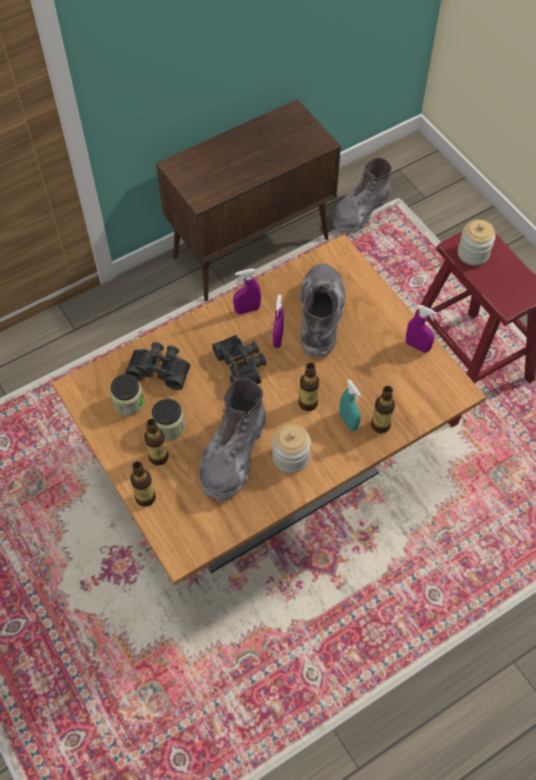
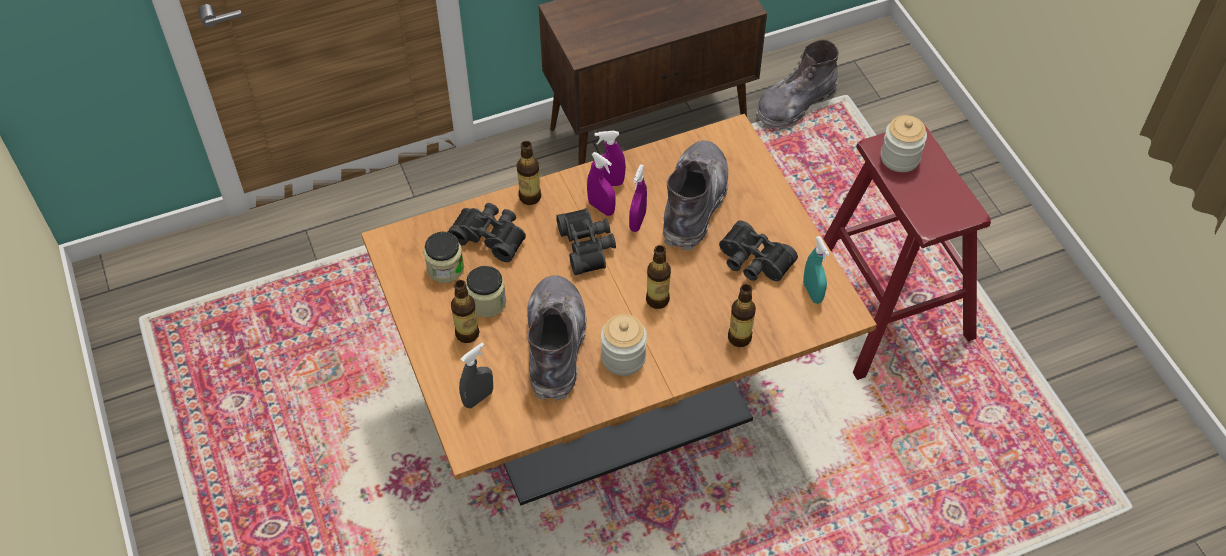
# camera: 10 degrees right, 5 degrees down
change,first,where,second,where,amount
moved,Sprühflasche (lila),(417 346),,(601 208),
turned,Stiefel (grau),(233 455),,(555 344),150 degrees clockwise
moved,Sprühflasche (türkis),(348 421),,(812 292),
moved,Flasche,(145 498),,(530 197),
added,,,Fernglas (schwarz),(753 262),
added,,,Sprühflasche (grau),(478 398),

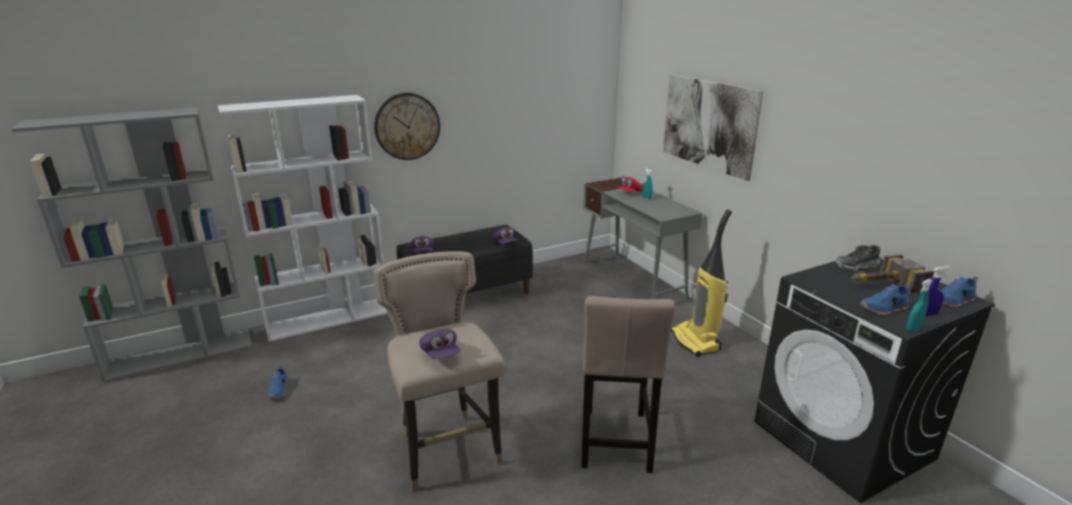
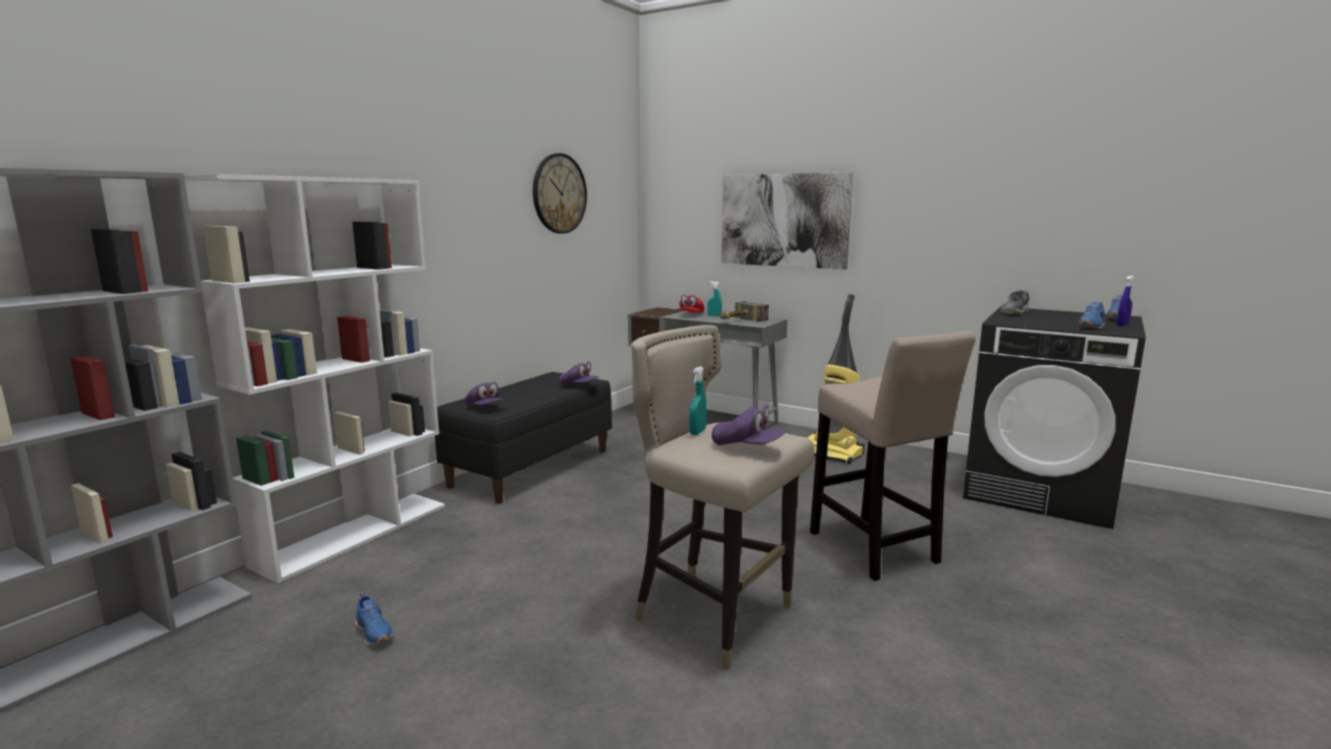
# camera: 30 degrees left, 10 degrees down
change,first,where,second,where,amount
moved,Wanduhr,(407 126),,(559 193),
moved,Hammer,(880 284),,(738 321),
moved,Sprühflasche (türkis),(913 329),,(697 432),

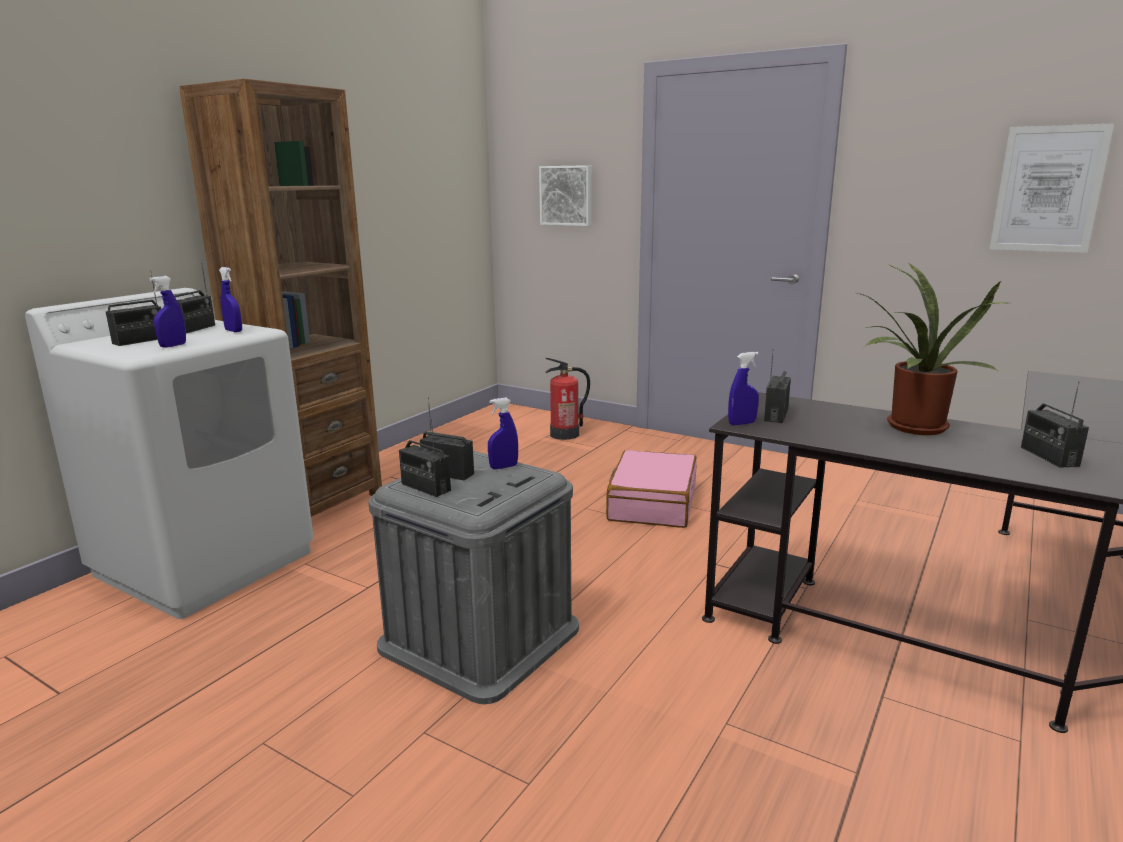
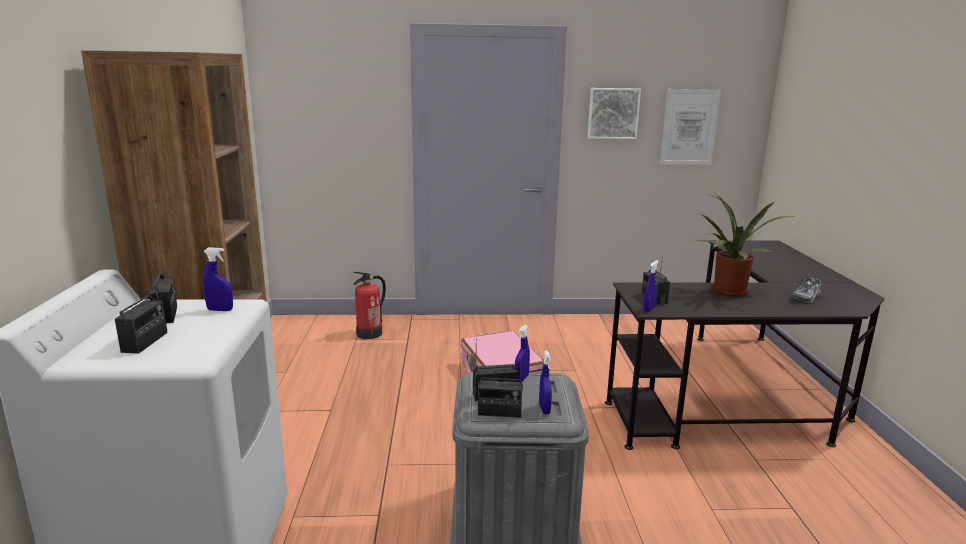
# camera: 35 degrees left, 0 degrees up
change,first,where,second,where,amount
moved,Bild,(567 195),,(613 113),
moved,Sprühflasche (blau),(173 345),,(544 409),
replaced,Radio,(1049 456),Schuh,(806 297),

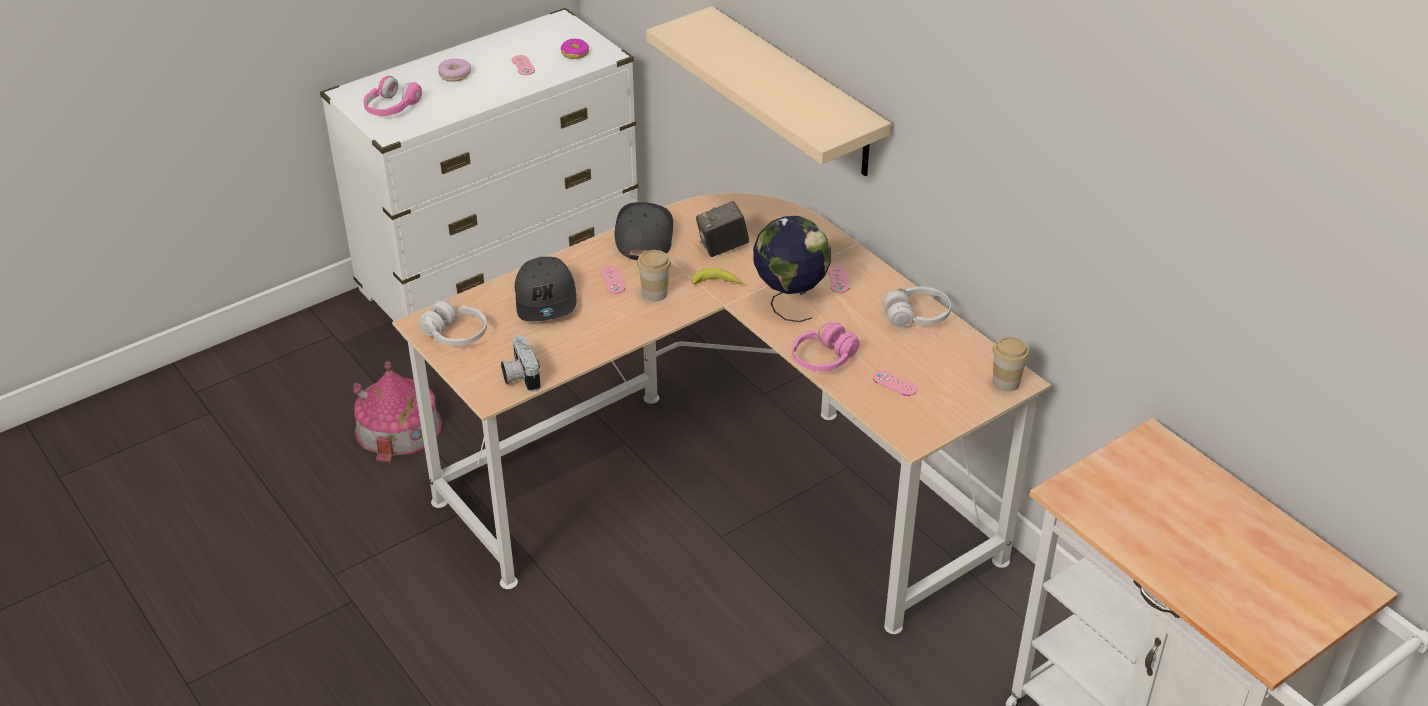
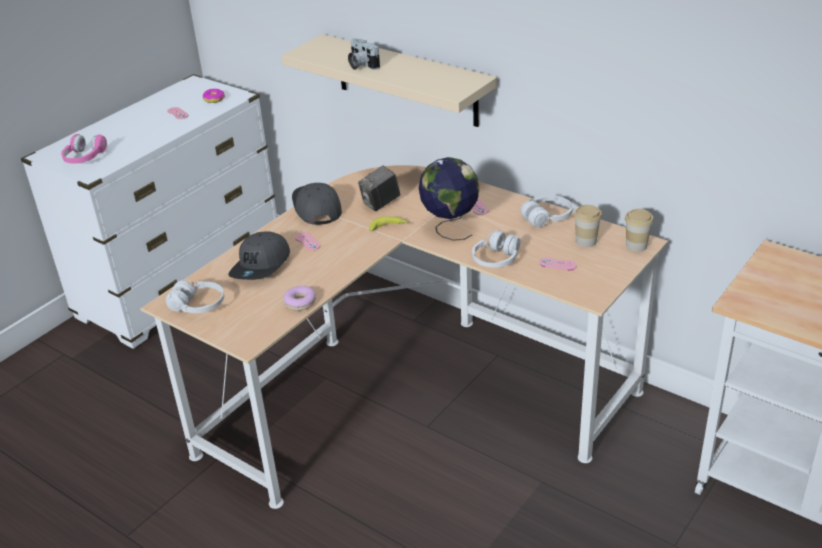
# camera: 15 degrees left, 5 degrees down
change,first,where,second,where,amount
moved,Donut,(455 74),,(300 302),
moved,Tasse,(655 293),,(586 241),
turned,Kappe (grau),(546 300),,(261 266),45 degrees clockwise
recoloured,Kopfhörer (rosa),(824 358),Kopfhörer (weiß),(496 259),
moved,Kamera,(520 376),,(361 65),
removed,Spielzeughaus,(398 427),,,

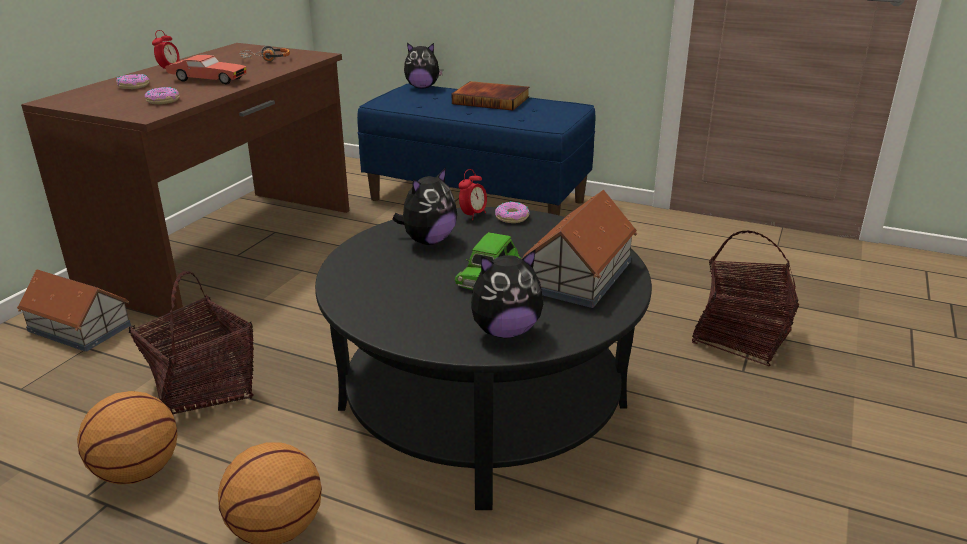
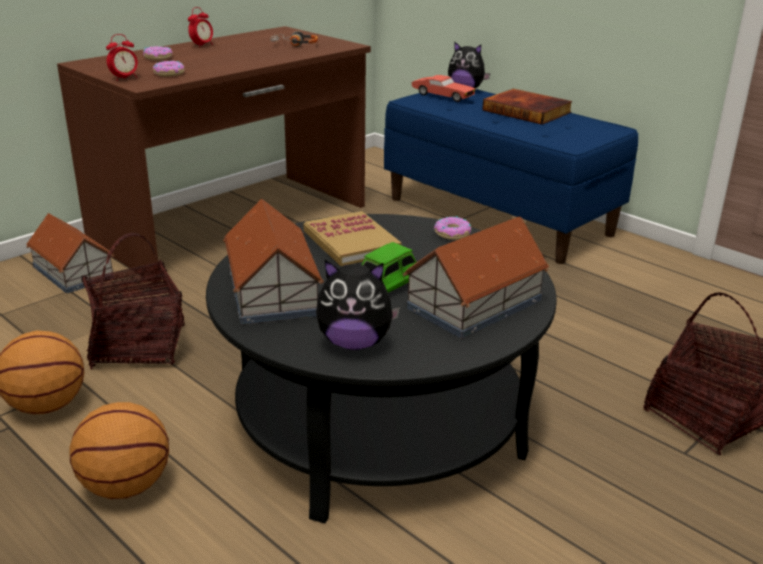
# camera: 20 degrees right, 0 degrees up
change,first,where,second,where,amount
moved,Spielzeugauto (rot),(207 80),,(442 96),
replaced,Plüschtier,(428 241),Buch,(351 242),
moved,Wecker,(473 215),,(125 78),
added,,,Spielzeughaus,(272 292),

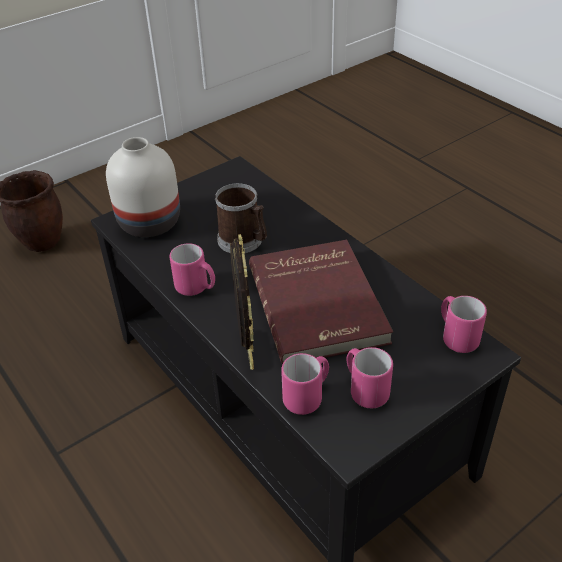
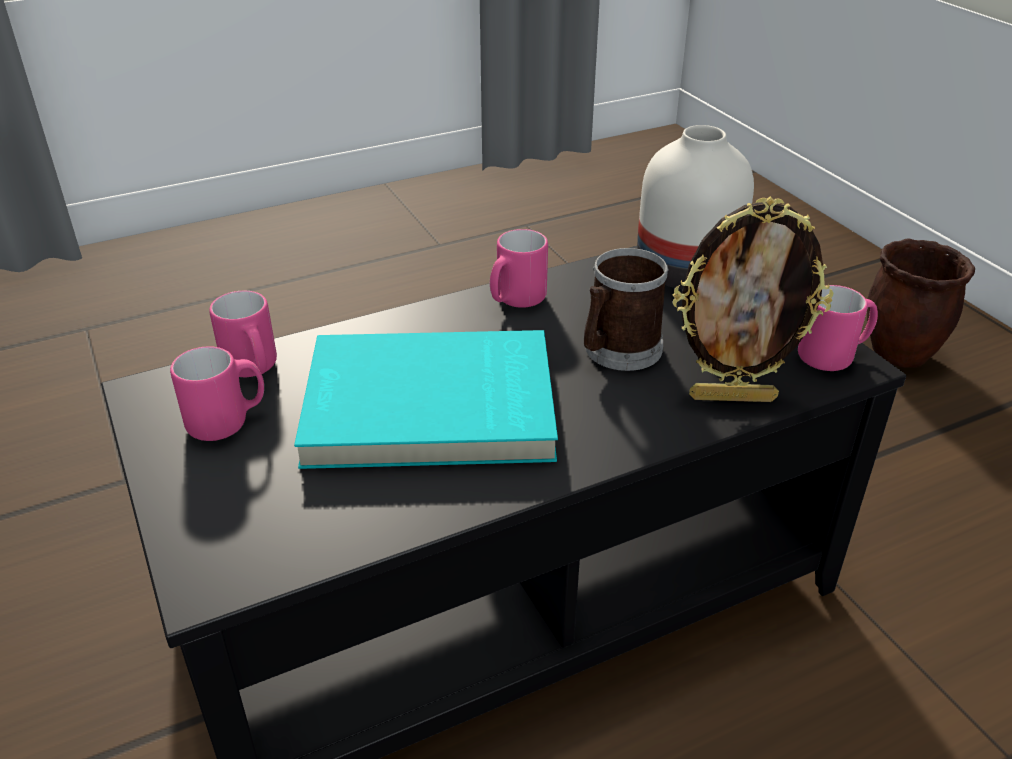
# camera: 100 degrees right, 5 degrees down
change,first,where,second,where,amount
moved,Bilderrahmen,(246 351),,(732 397),
recoloured,Buch (rot),(320 303),Buch (türkis),(430 408),
moved,Henkelbecher (rosa),(456 337),,(833 356),

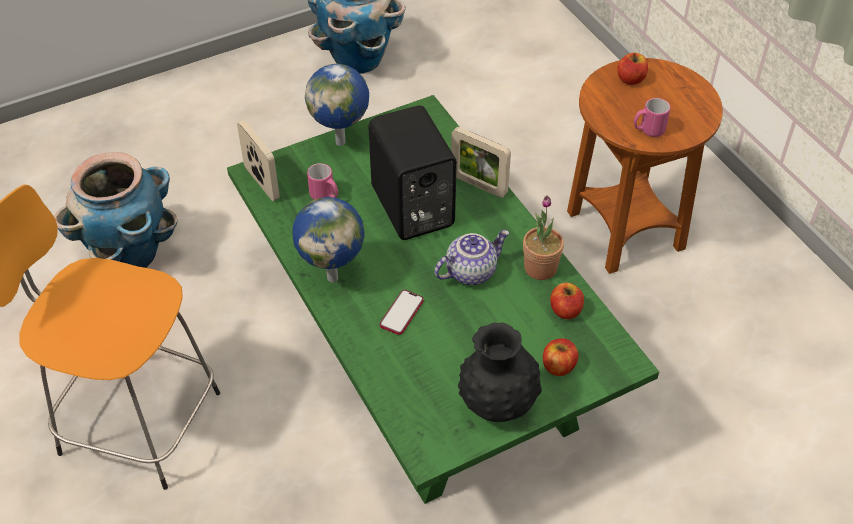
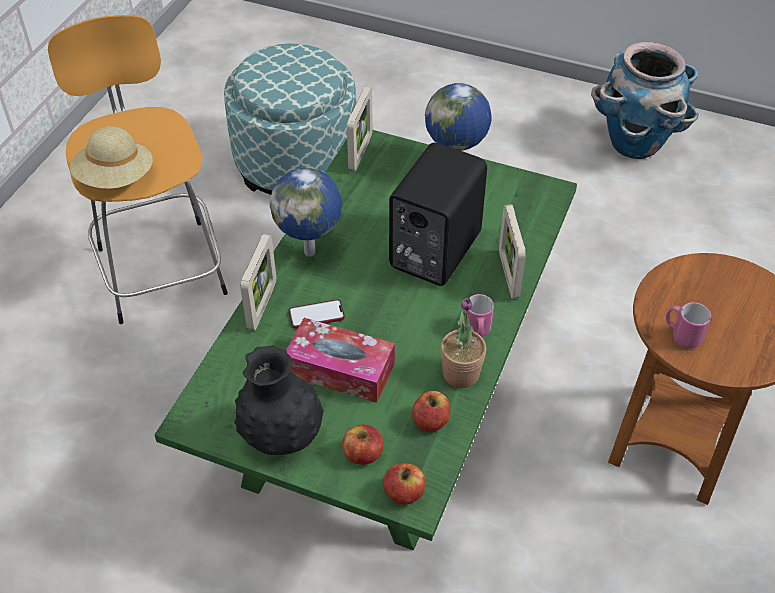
# camera: 50 degrees right, 0 degrees up
change,first,where,second,where,amount
moved,Apfel,(631 79),,(404 493),
replaced,Pflanzkübel,(130 255),Polsterhocker,(296 162),
moved,Henkelbecher (rosa),(325 196),,(477 332),
removed,Teekanne,(470 271),,,
added,,,Hut (beige),(115 178),
added,,,Bilderrahmen,(262 305),
added,,,Taschentuchbox,(340 369),

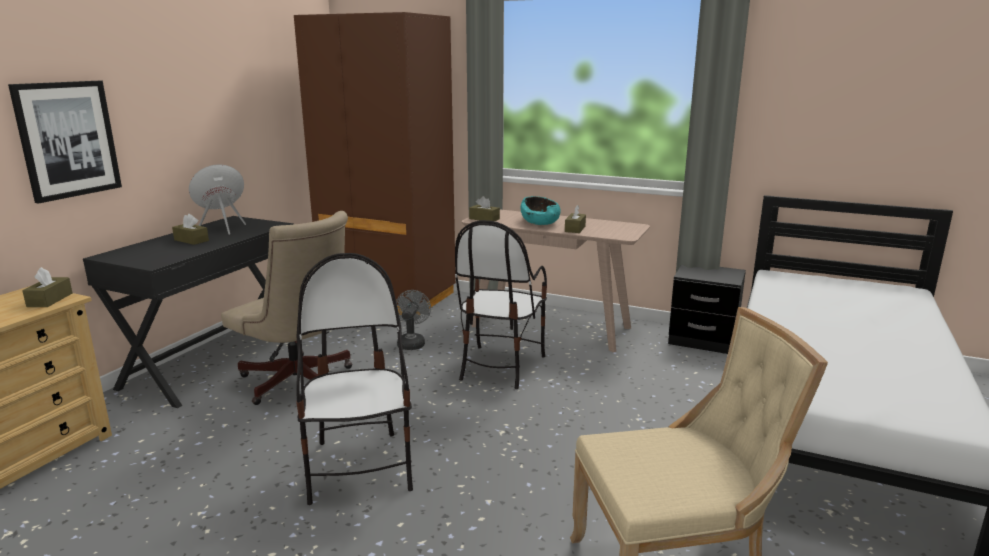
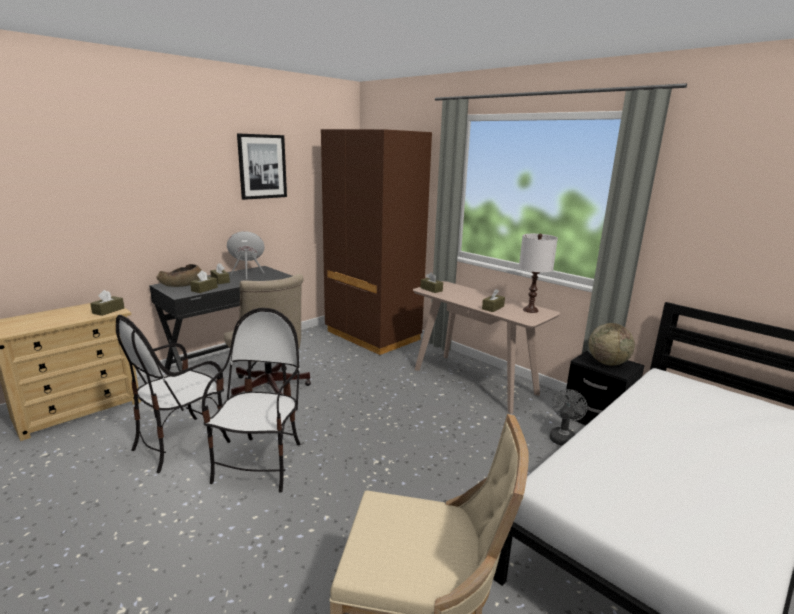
# camera: 20 degrees right, 0 degrees up
change,first,where,second,where,amount
moved,Bild,(67 139),,(262 166),
removed,Schüssel (türkis),(540 222),,,
moved,Stuhl,(500 366),,(181 443),
moved,Ventilator (grau),(412 343),,(563 437),
added,,,Tischlampe (weiß),(530 310),
added,,,Schüssel (braun),(181 285),
added,,,Taschentuchbox (braun),(204 289),
added,,,Globus,(607 363),

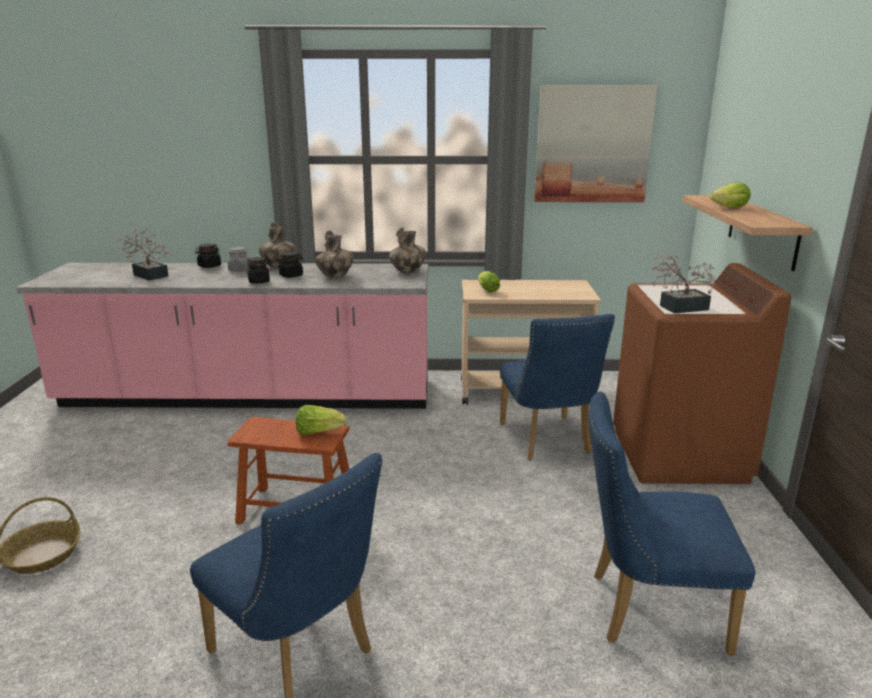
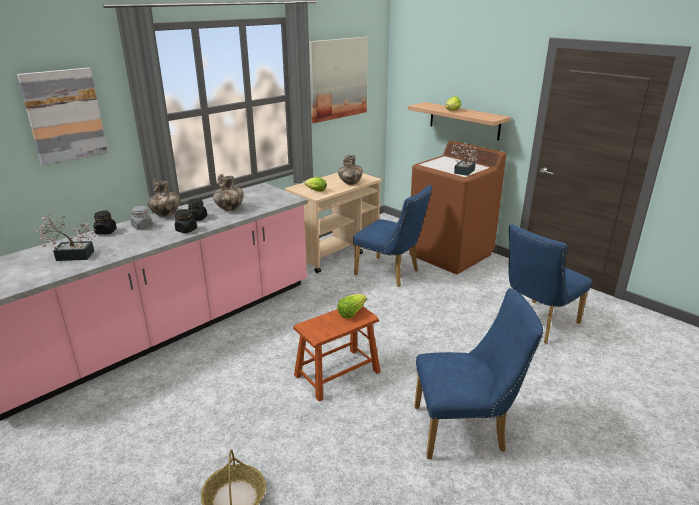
# camera: 45 degrees left, 5 degrees up
change,first,where,second,where,amount
moved,Vase,(408 272),,(350 183),
added,,,Bild,(64 116),

